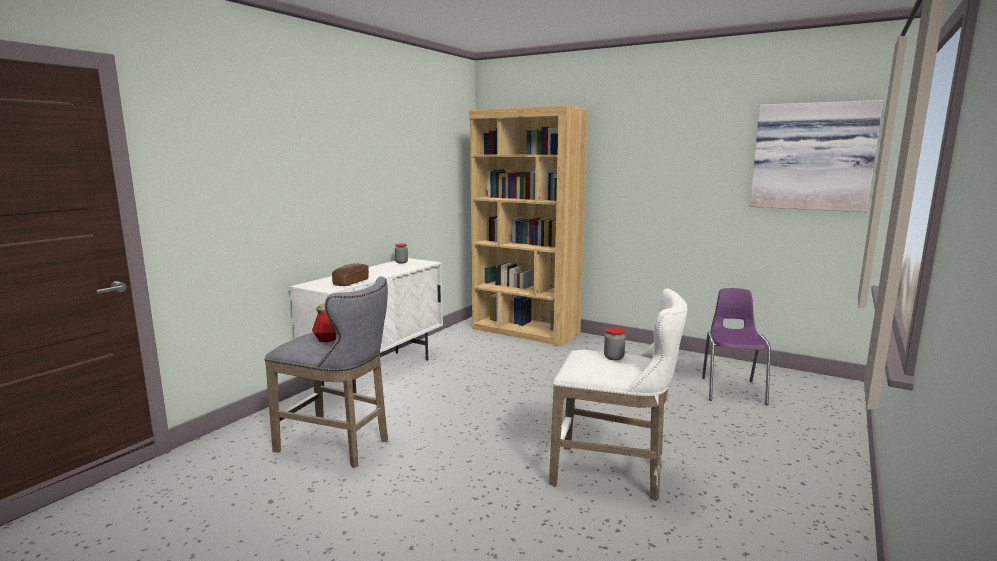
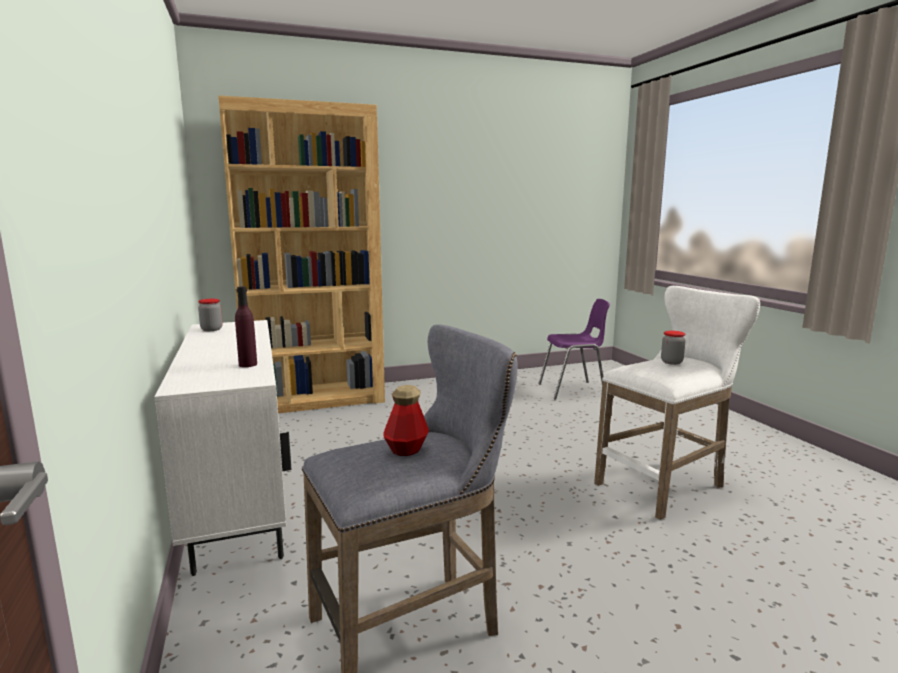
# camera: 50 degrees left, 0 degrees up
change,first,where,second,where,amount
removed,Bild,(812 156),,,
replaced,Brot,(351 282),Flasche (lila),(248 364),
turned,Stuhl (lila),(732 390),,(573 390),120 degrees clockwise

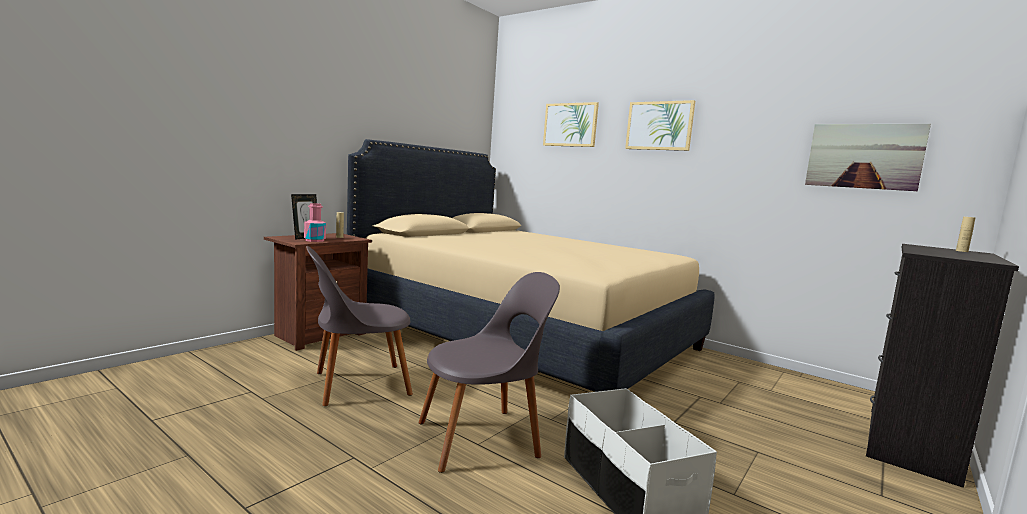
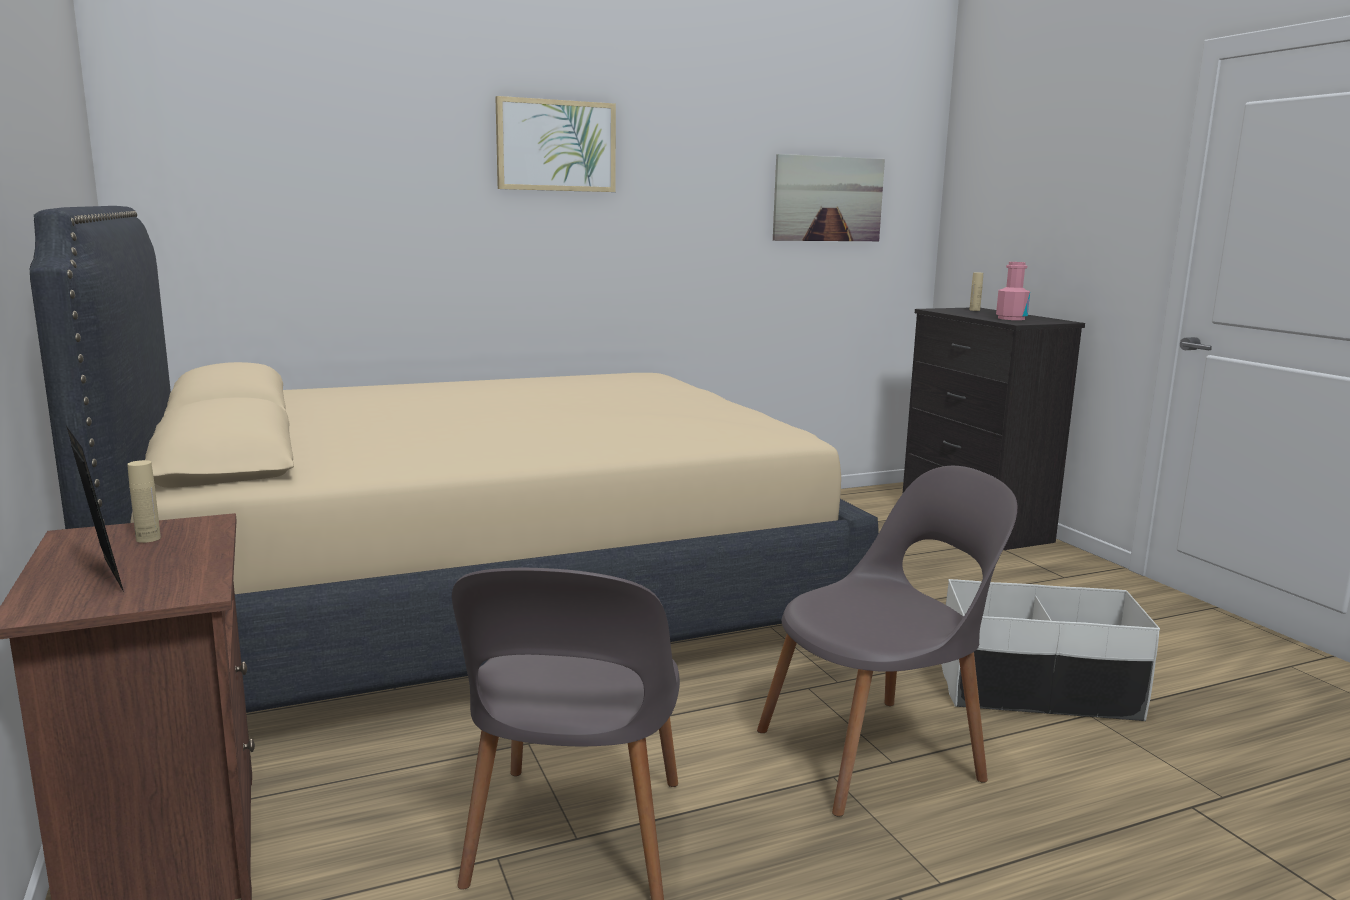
# camera: 60 degrees left, 5 degrees up
change,first,where,second,where,amount
removed,Bild,(570 125),,,
moved,Flasche (rosa),(315 240),,(1011 318),
turned,Stuhl (grau),(483 438),,(876 752),60 degrees clockwise

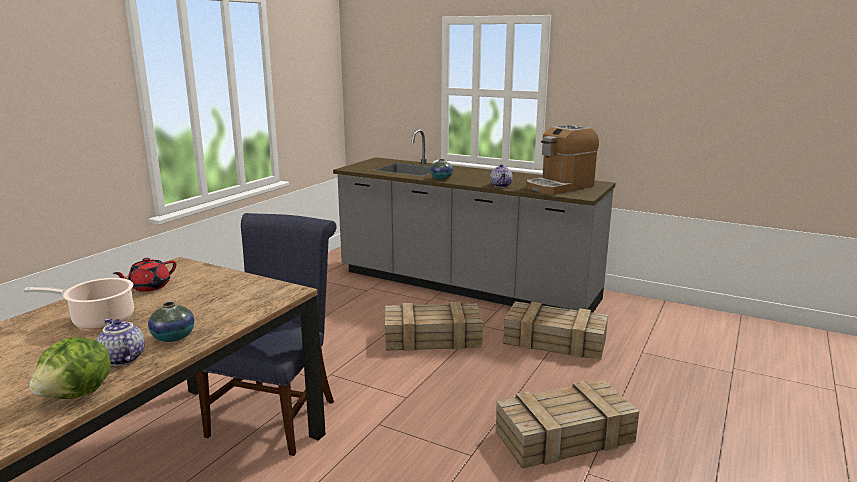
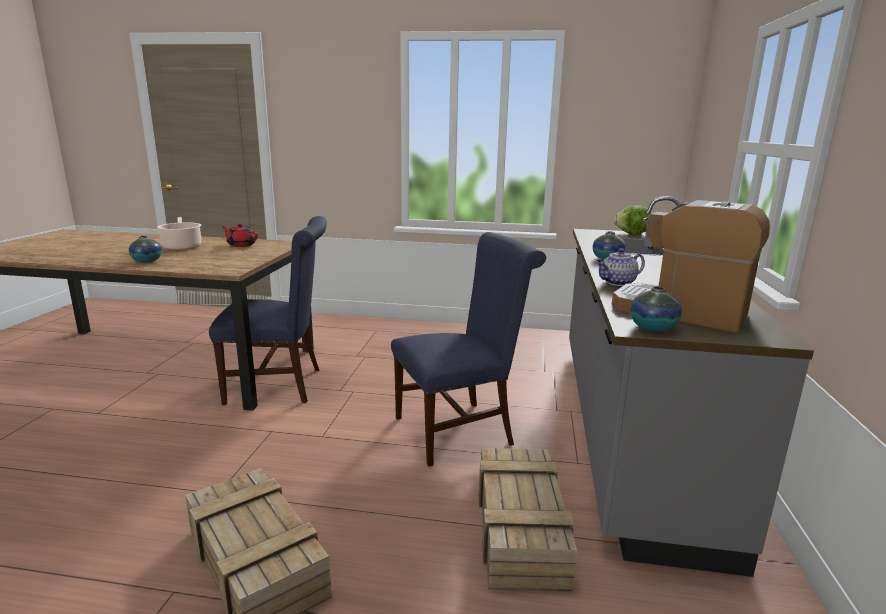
# camera: 70 degrees right, 0 degrees up
change,first,where,second,where,amount
replaced,Kiste,(434 338),Stuhl (blau),(460 429),
removed,Teekanne,(121 359),,,
moved,Salatkopf,(78 394),,(632 234),
added,,,Vase,(653 328),

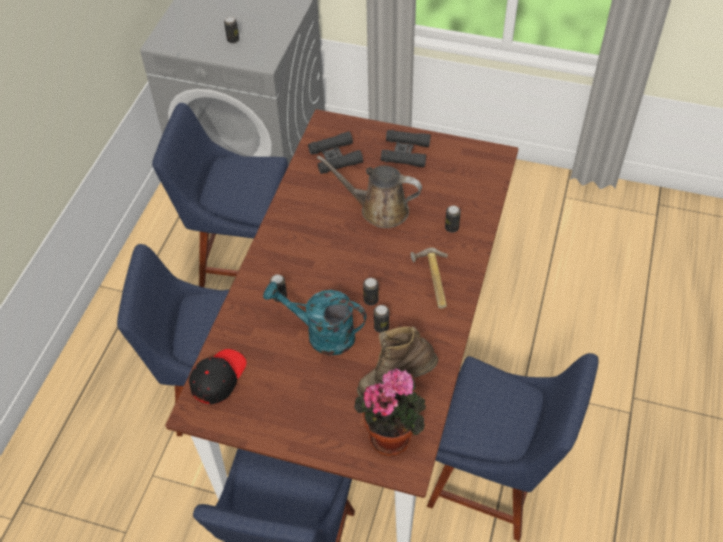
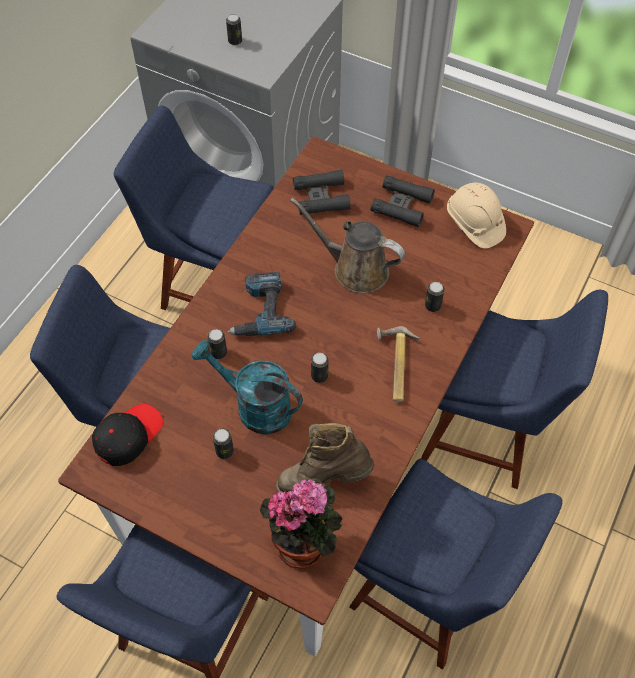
# camera: 10 degrees right, 5 degrees up
change,first,where,second,where,amount
moved,Dose,(381 327),,(224 451),
added,,,Schutzhelm (beige),(474 223),
added,,,Bohrmaschine,(260 310),
added,,,Stuhl (blau),(488 432),

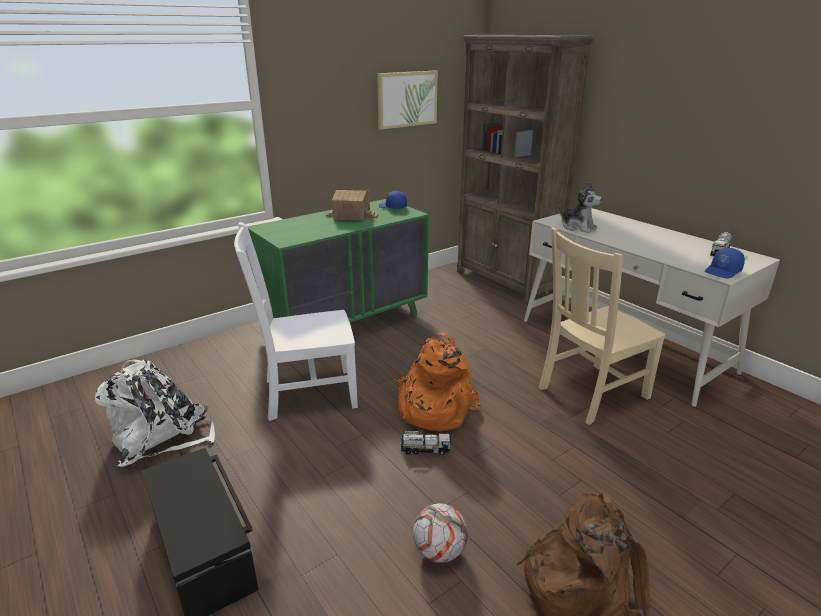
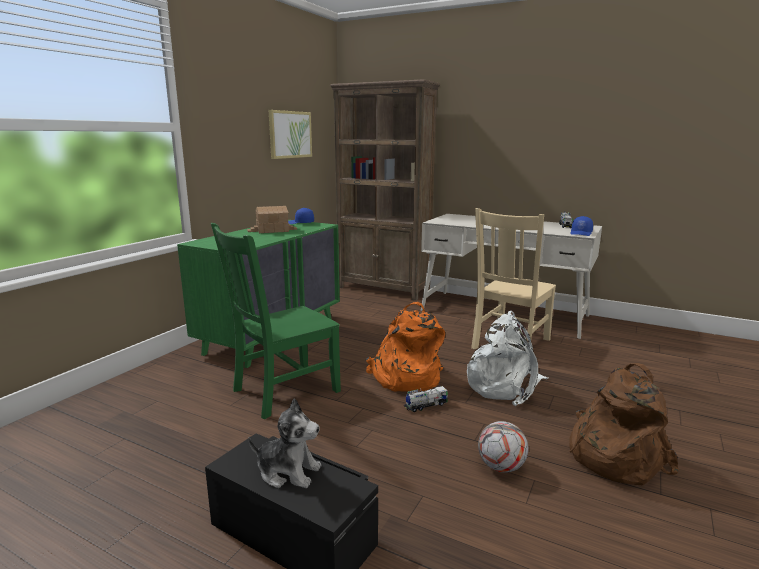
# camera: 25 degrees left, 10 degrees down
change,first,where,second,where,amount
moved,Plüschtier,(577 227),,(288 471),
recoloured,Stuhl (weiß),(306 393),Stuhl (grün),(282 391),
moved,Rucksack (weiß),(161 437),,(504 385),

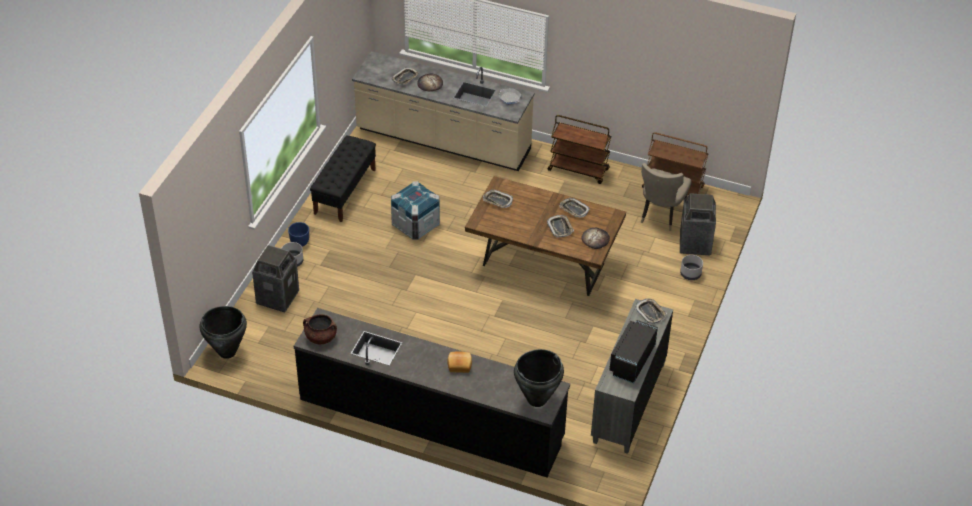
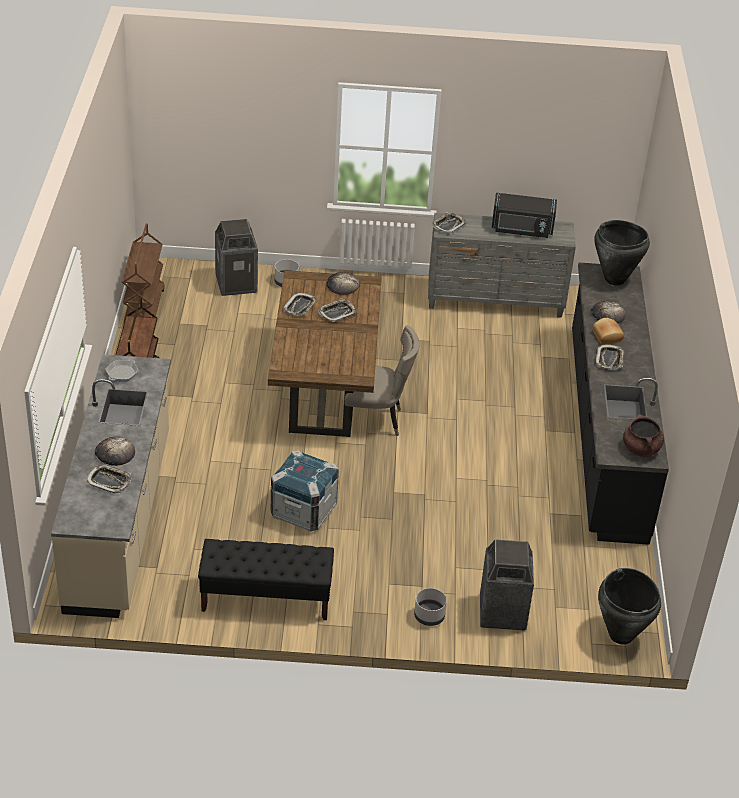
# camera: 110 degrees left, 5 degrees down
change,first,where,second,where,amount
moved,Stuhl (beige),(660 216),,(376 421),
moved,Tablett,(497 201),,(609 359),
removed,Pflanzkübel (blau),(300 242),,,
added,,,Brot,(607 314),

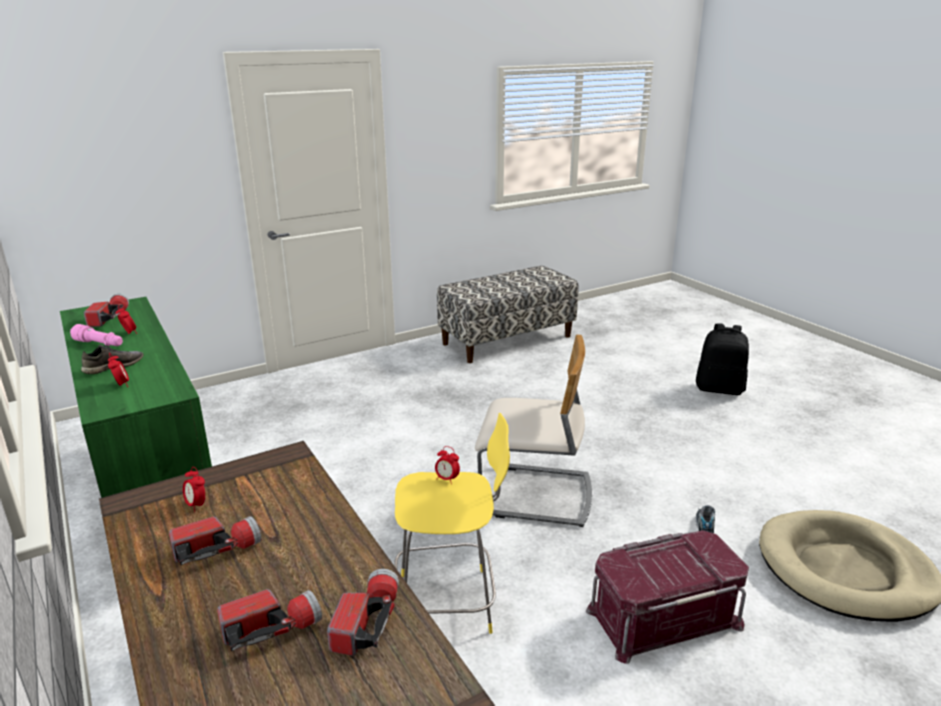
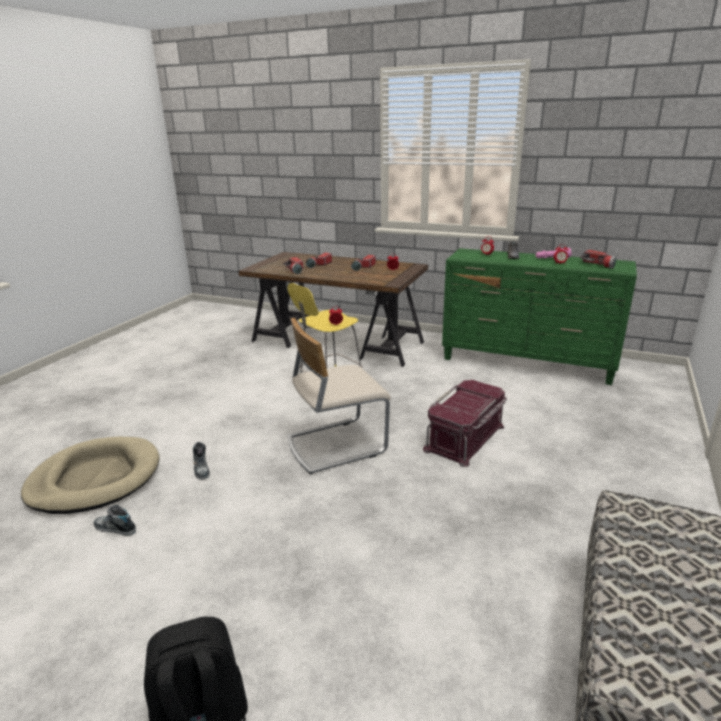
# camera: 145 degrees right, 0 degrees up
change,first,where,second,where,amount
moved,Aufbewahrungsbox (rot),(663 616),,(465 438),
added,,,Schuh,(115 528),

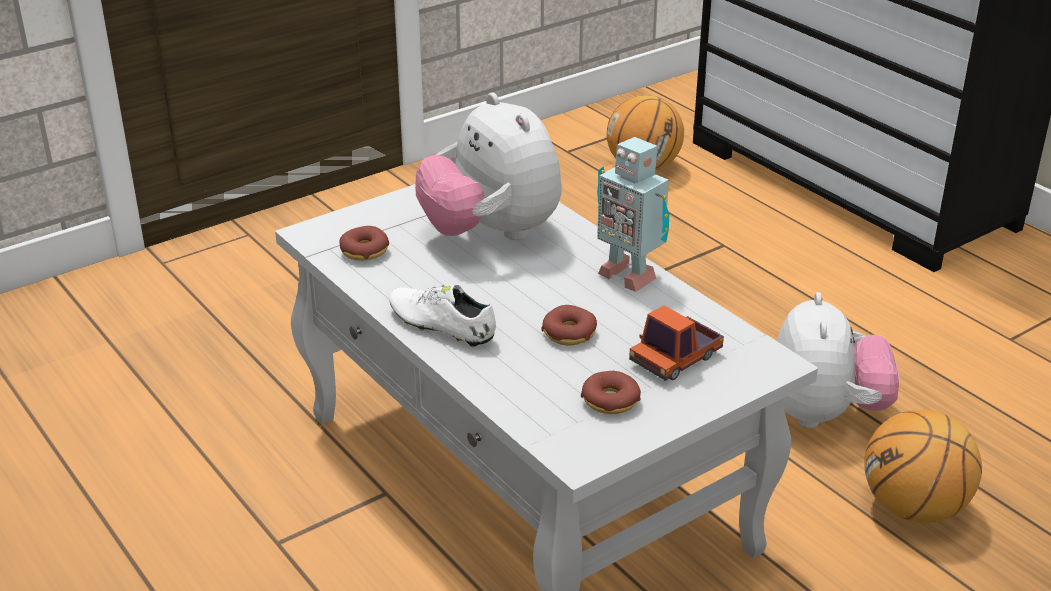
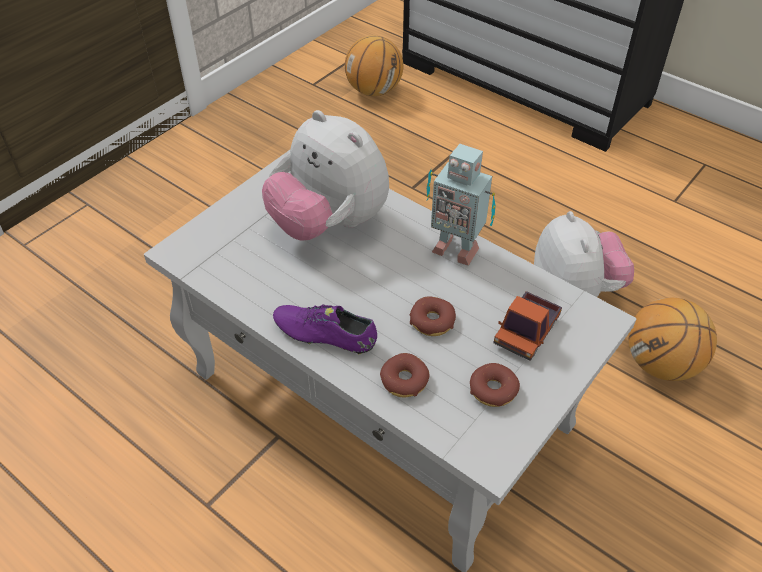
# camera: 15 degrees left, 15 degrees up
change,first,where,second,where,amount
moved,Donut,(364 251),,(404 380),
recoloured,Schuh (weiß),(441 326),Schuh (lila),(325 335),

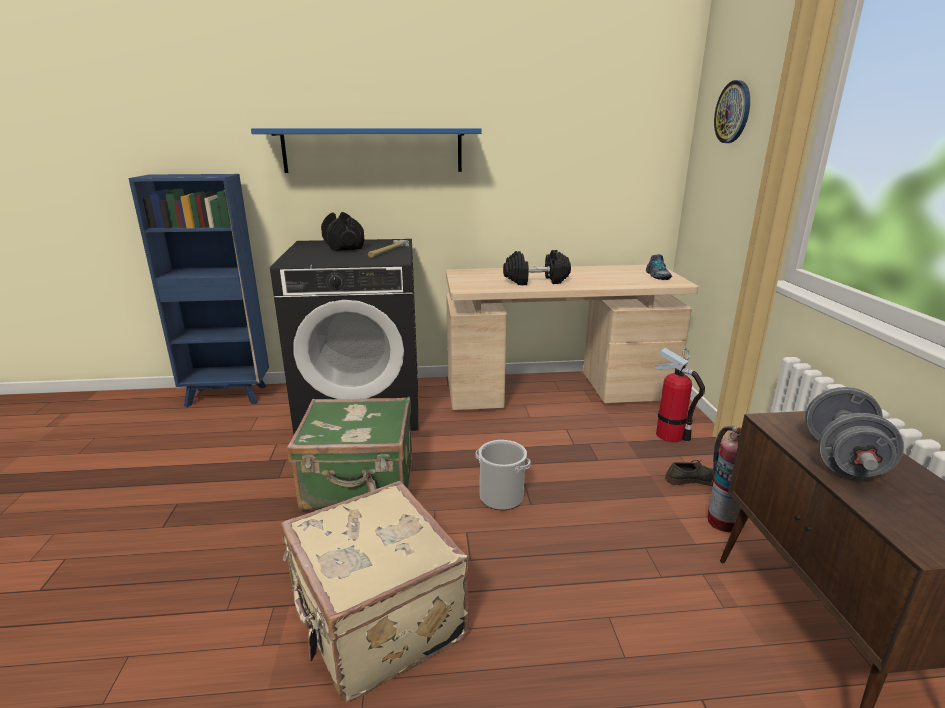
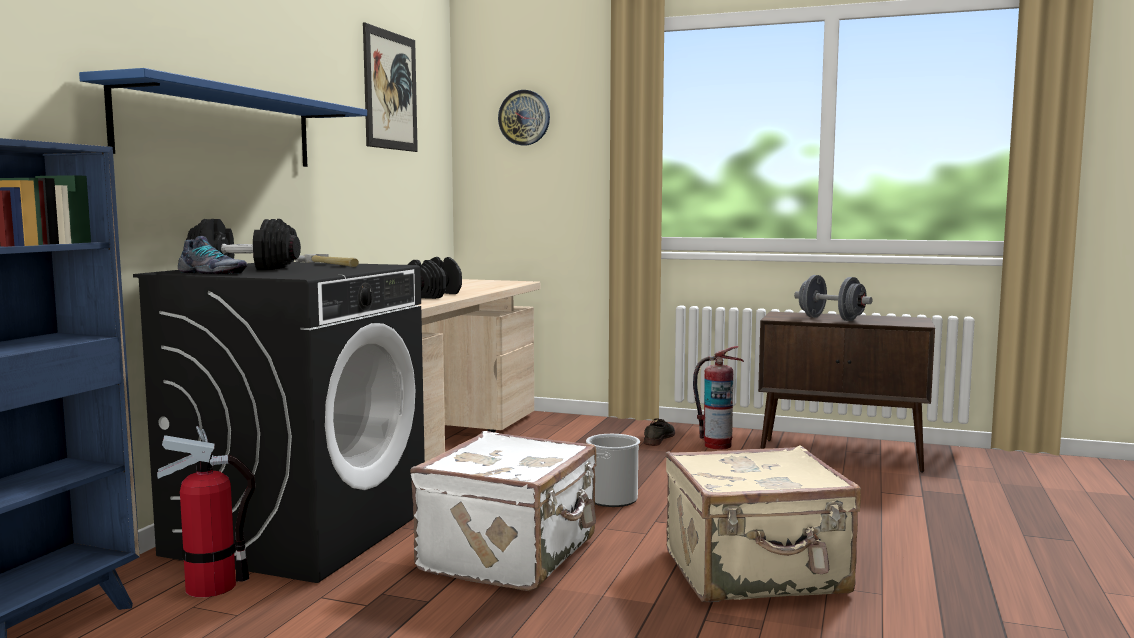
# camera: 65 degrees left, 15 degrees down
change,first,where,second,where,amount
moved,Schuh,(657 276),,(211 273),
moved,Feuerlöscher,(670 435),,(211 586),
recoloured,Koffer (grün),(360 485),Koffer (weiß),(512 555),
added,,,Bild,(390 91),

